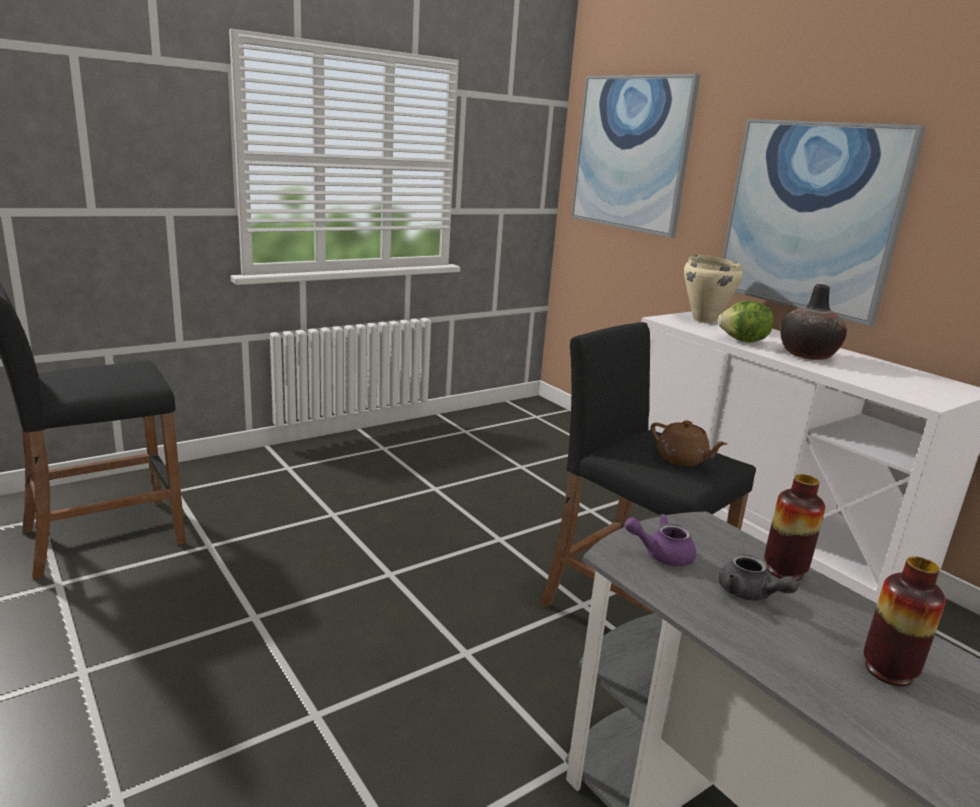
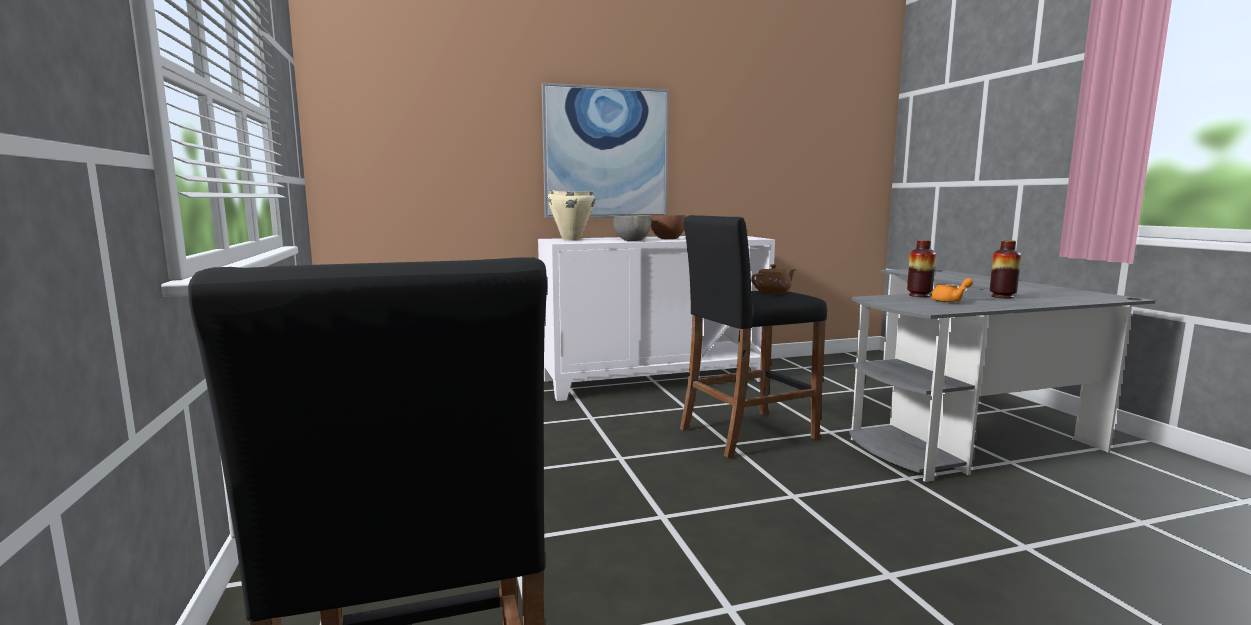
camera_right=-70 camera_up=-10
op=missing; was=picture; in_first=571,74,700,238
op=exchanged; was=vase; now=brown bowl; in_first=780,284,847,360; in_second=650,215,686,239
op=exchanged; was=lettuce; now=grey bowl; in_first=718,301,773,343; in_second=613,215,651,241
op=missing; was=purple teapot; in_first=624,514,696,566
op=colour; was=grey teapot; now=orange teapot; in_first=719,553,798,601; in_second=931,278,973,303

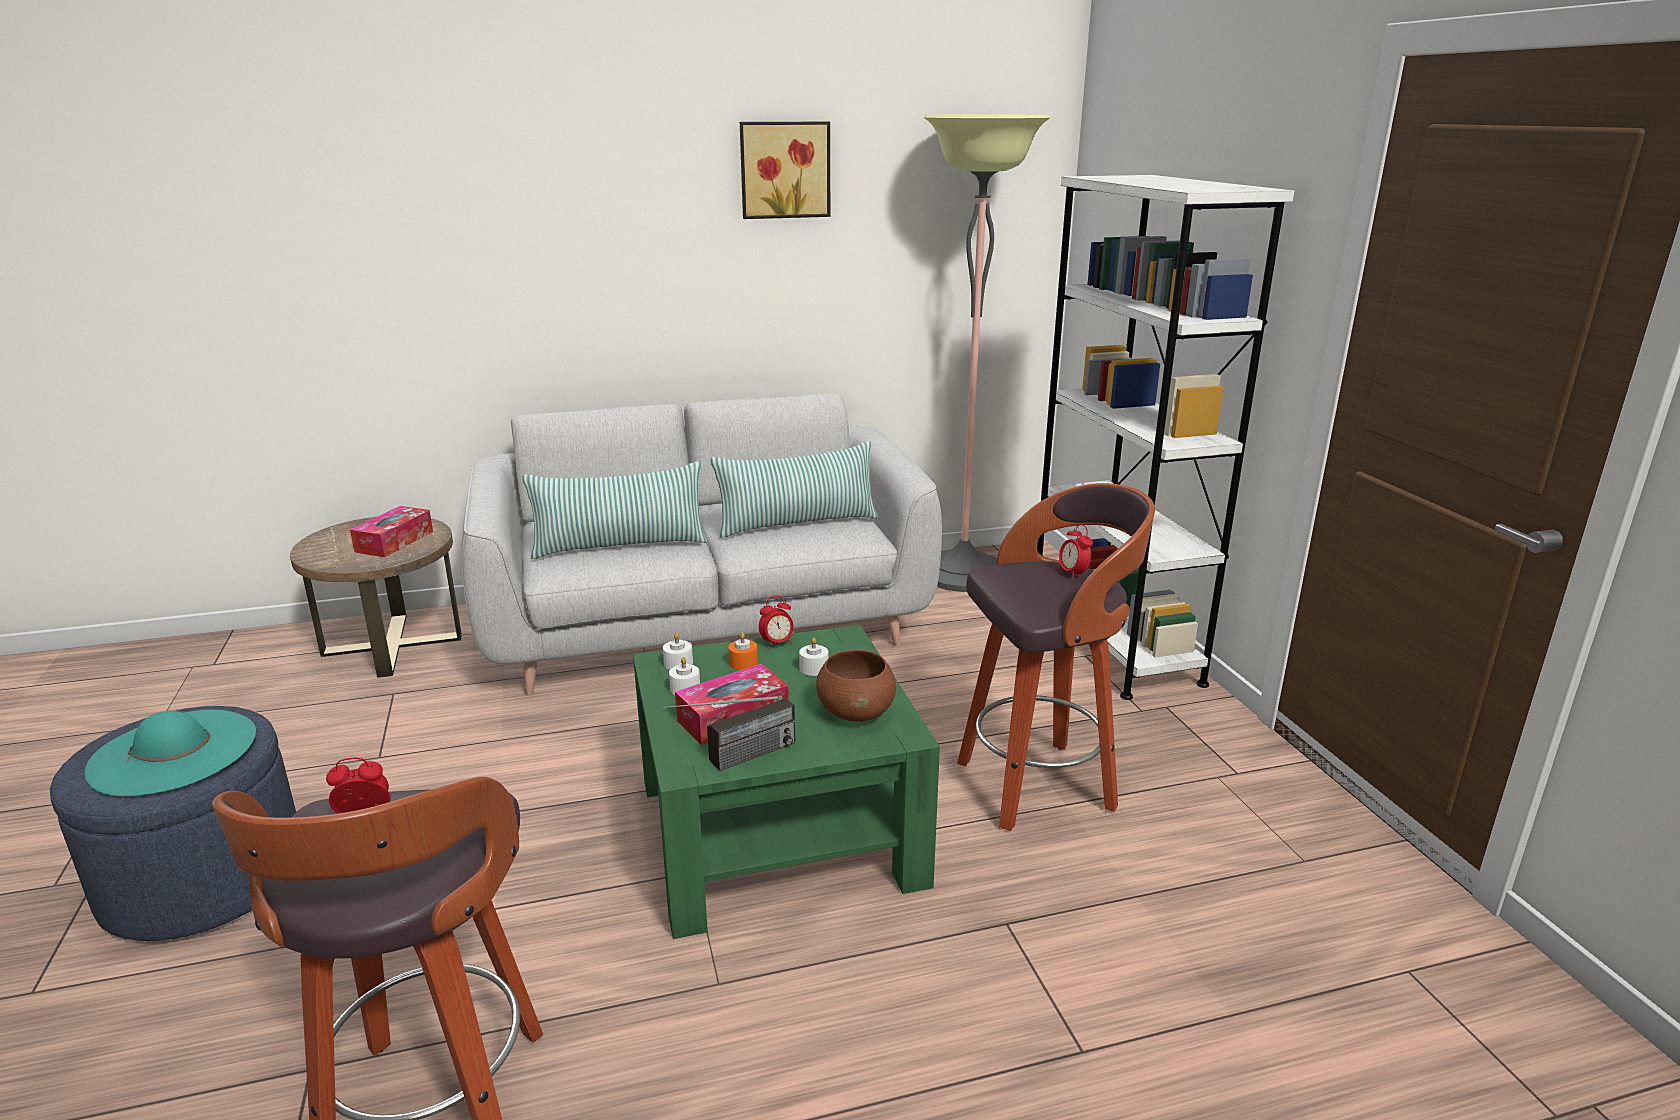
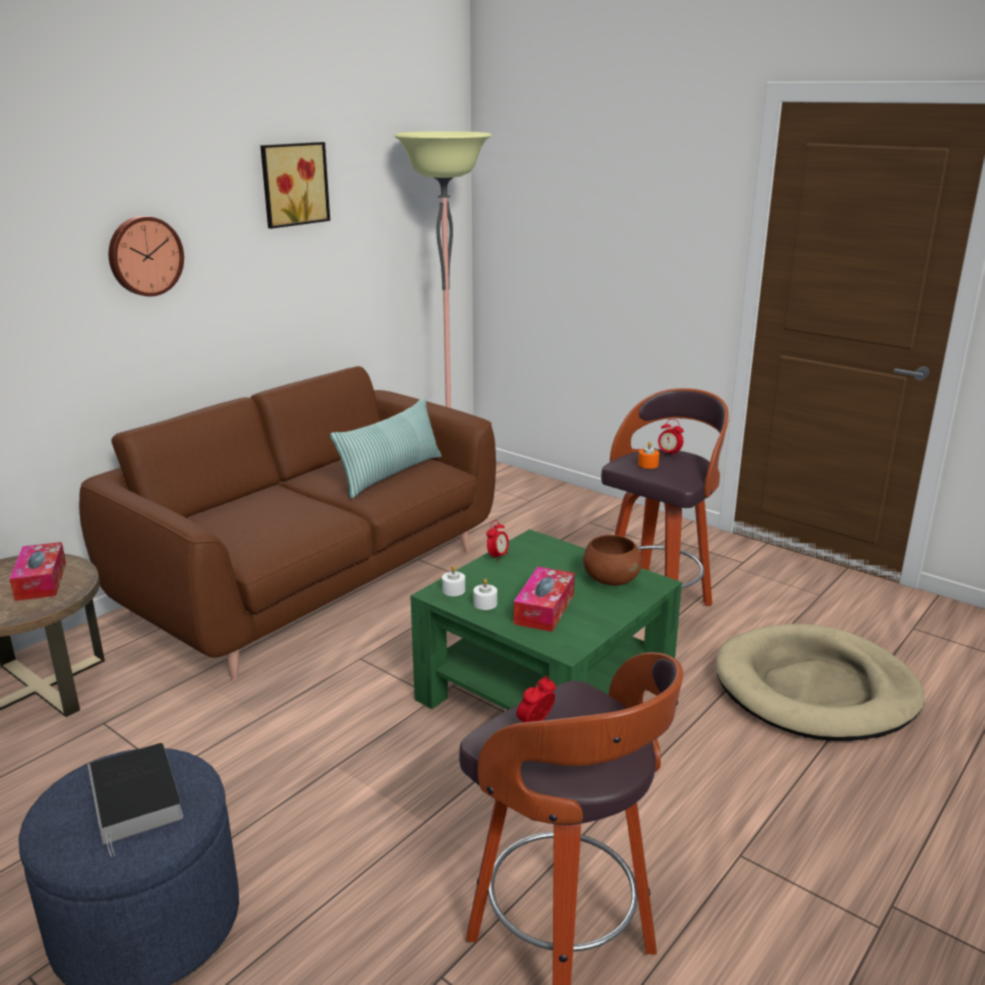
camera_right=-35 camera_up=0
op=missing; was=white bookcase; in_first=1037,175,1294,700
op=colour; was=grey sofa; now=brown sofa; in_first=461,393,942,696; in_second=79,366,496,680
op=missing; was=pillow; in_first=522,461,707,559
op=relocated; was=orange candle; in_first=728,632,758,670; in_second=638,442,659,469
op=missing; was=white candle; in_first=799,637,828,676
op=missing; was=radio; in_first=660,696,795,771
op=exchanged; was=turquoise hat; now=book; in_first=84,710,256,796; in_second=87,743,183,857
op=appeared; now=wall clock; in_second=109,216,184,297
op=appeared; now=beige dog bed; in_second=716,624,925,741

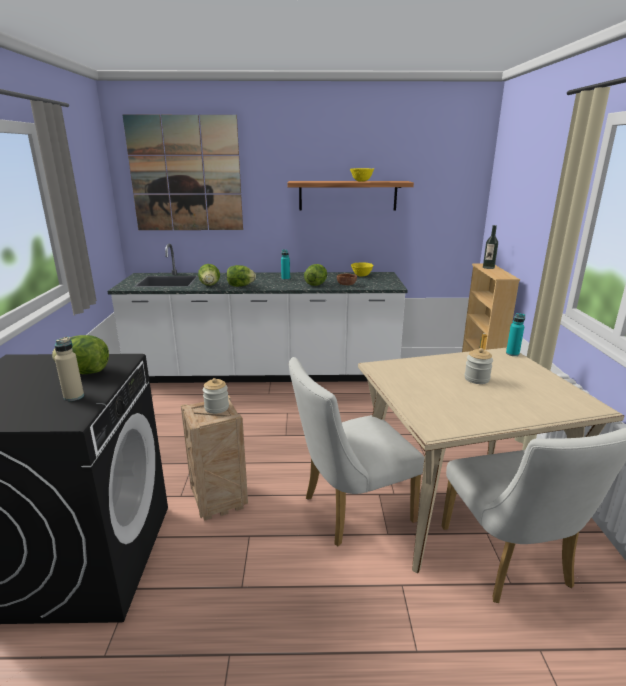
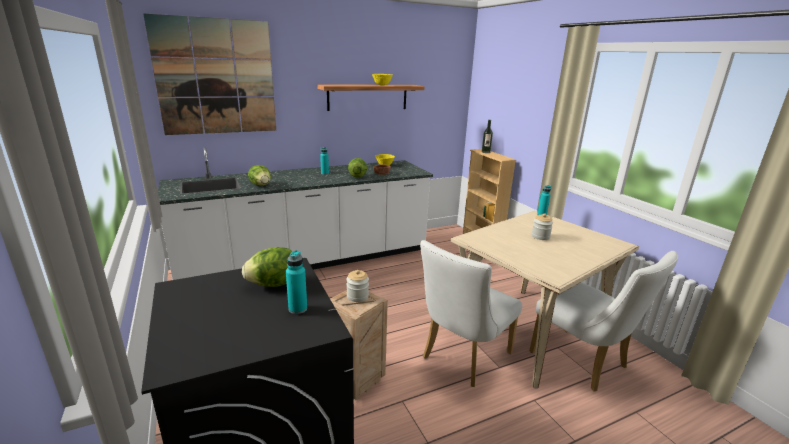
camera_right=-25 camera_up=0
op=missing; was=lettuce; in_first=227,265,256,287
op=colour; was=beige bottle; now=turquoise bottle; in_first=55,337,84,401; in_second=286,250,307,314

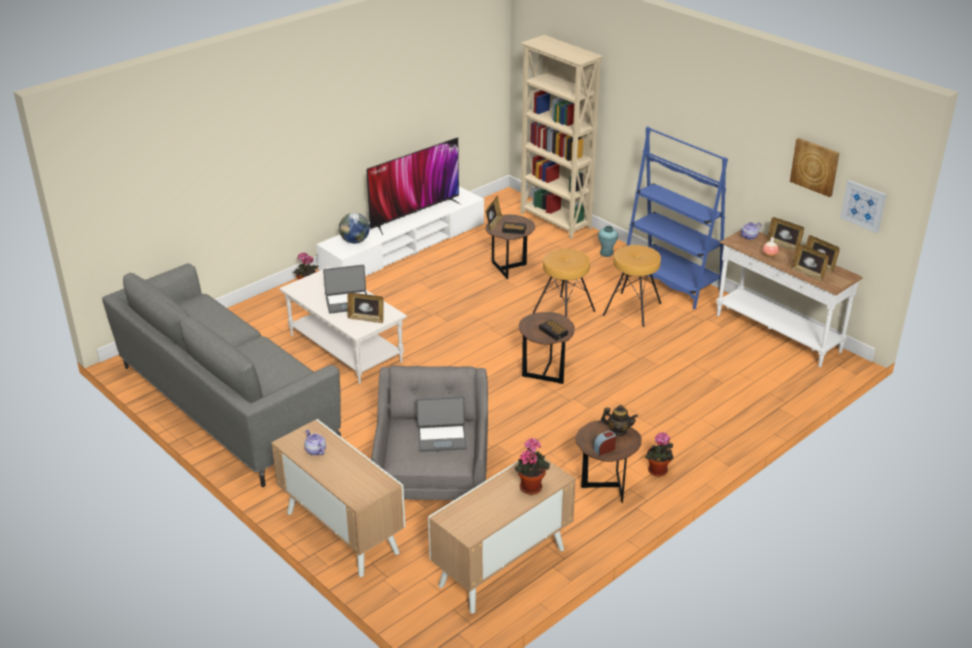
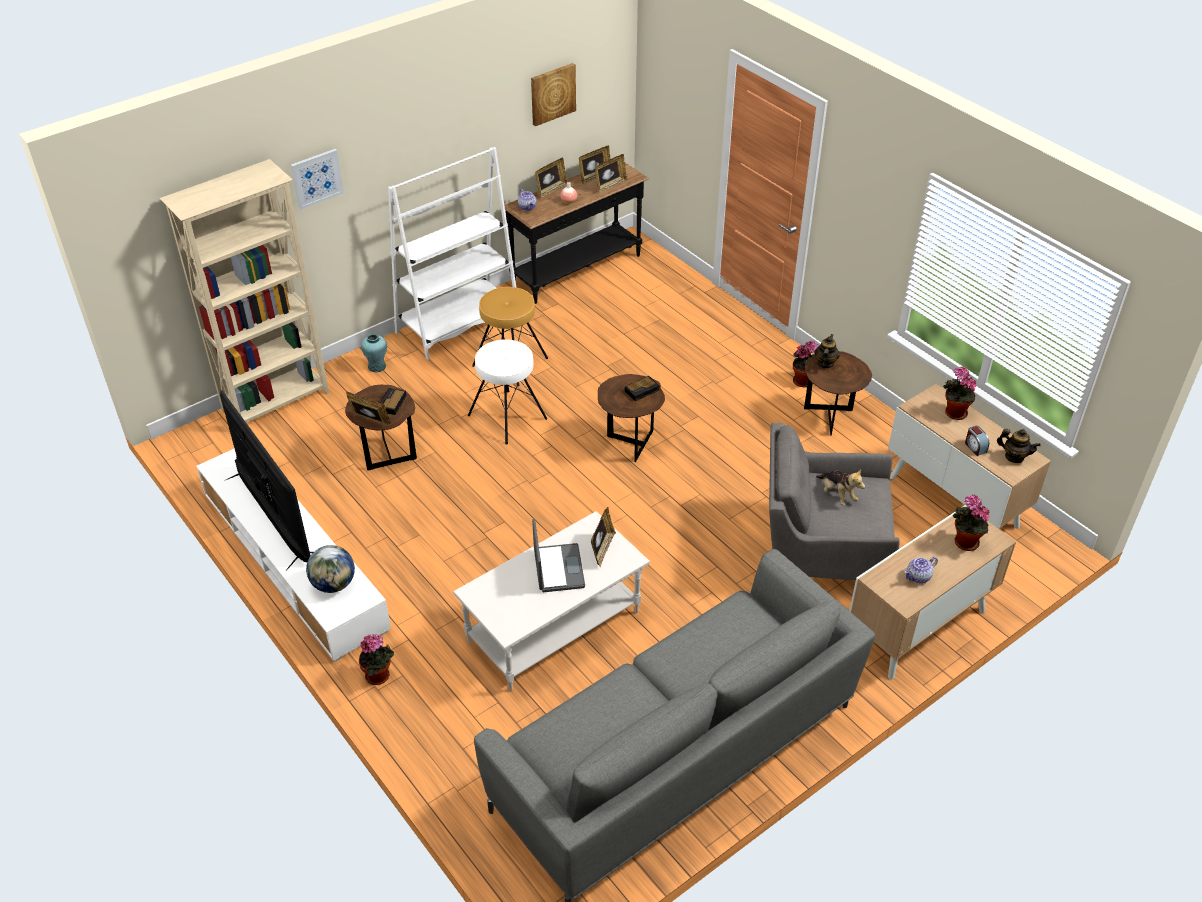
camera_right=-85 camera_up=10
op=colour; was=blue bookcase; now=white bookcase; in_first=627,126,728,309; in_second=388,147,516,360
op=relocated; was=picture; in_first=840,180,887,233; in_second=291,149,344,209
op=colour; was=white console table; now=black console table; in_first=716,230,863,367; in_second=504,163,649,304
op=colour; was=brown stool; now=white stool; in_first=532,249,596,317; in_second=468,339,547,445
op=exchanged; was=laptop; now=plush toy; in_first=416,396,467,452; in_second=816,469,865,505
op=relocated; was=alarm clock; in_first=593,431,616,456; in_second=965,426,989,456
op=appeared; now=teapot; in_second=997,429,1041,463
op=appeared; now=potted plant; in_second=953,495,990,551

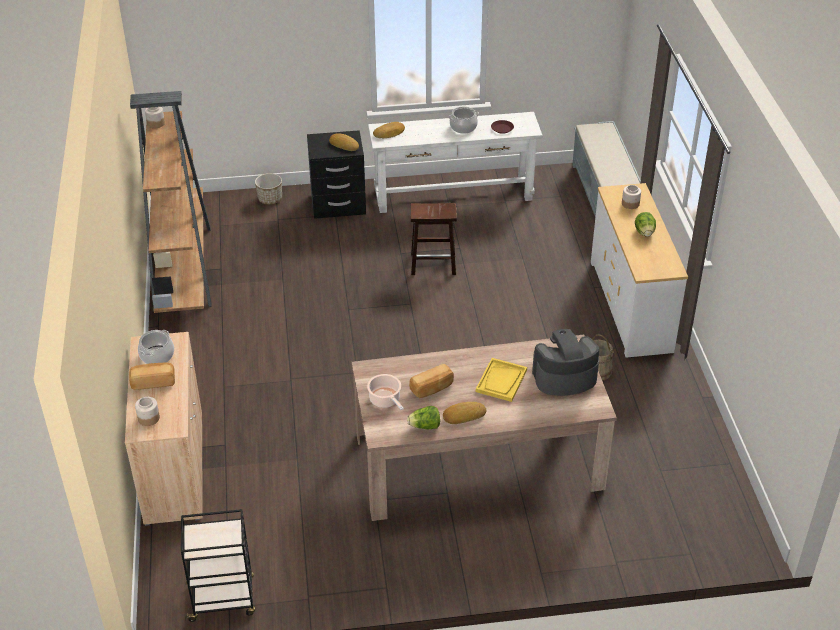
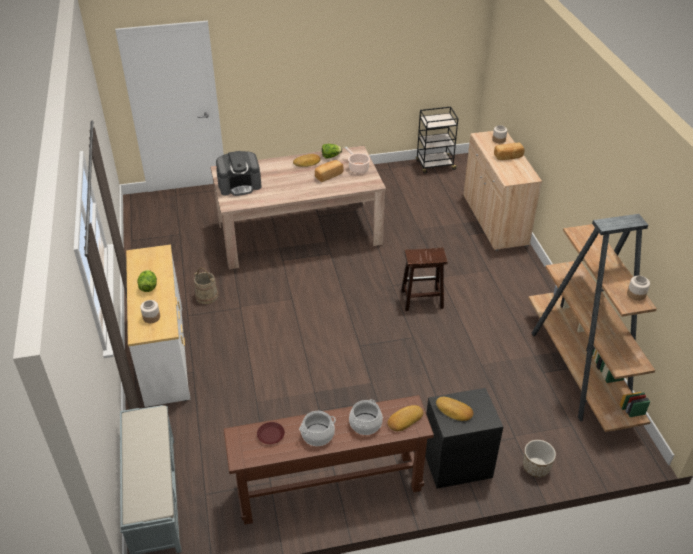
camera_right=175 camera_up=0
op=colour; was=white console table; now=brown console table; in_first=368,112,543,213; in_second=224,395,434,525
op=relocated; was=brown stool; in_first=411,203,457,275; in_second=401,247,448,311
op=relocated; was=cooking pot; in_first=138,330,174,364; in_second=349,399,383,435
op=missing; was=yellow tray; in_first=476,358,527,402

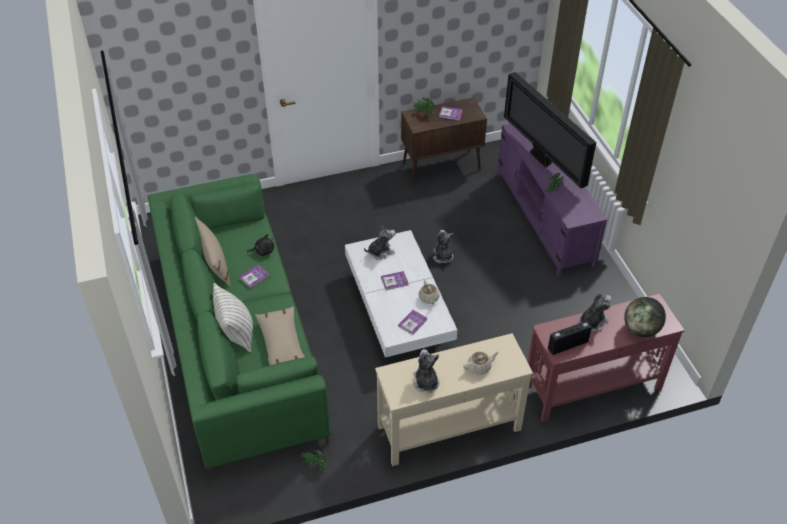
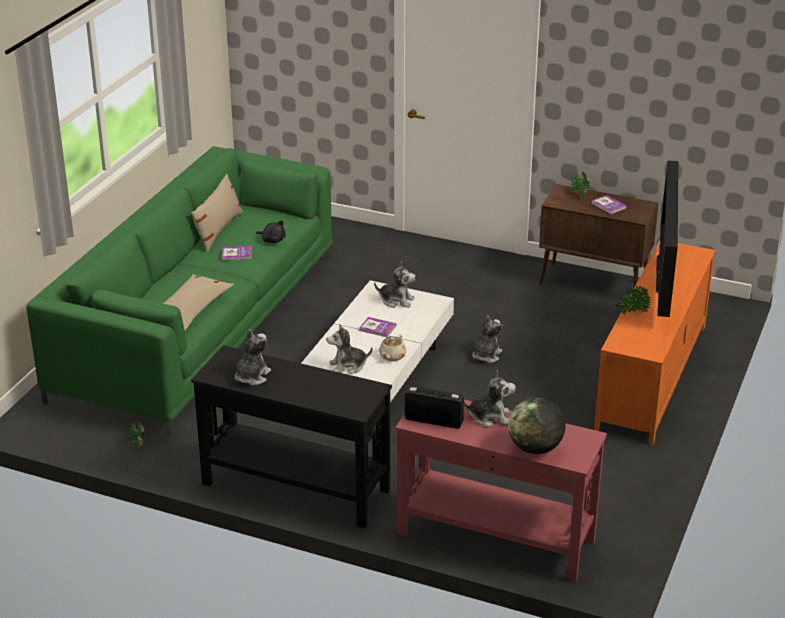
camera_right=40 camera_up=-15
op=colour; was=purple tv stand; now=orange tv stand; in_first=497,124,607,277; in_second=594,241,715,446
op=missing; was=pillow; in_first=213,283,253,352
op=exchanged; was=book; now=plush toy; in_first=398,310,427,335; in_second=326,324,373,374
op=colour; was=beige console table; now=black console table; in_first=375,333,533,466; in_second=191,345,392,528
op=missing; was=beige teapot; in_first=463,351,499,375

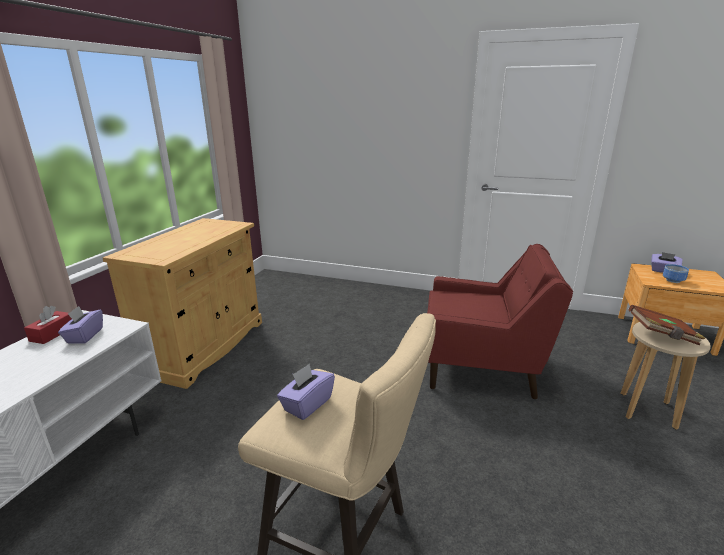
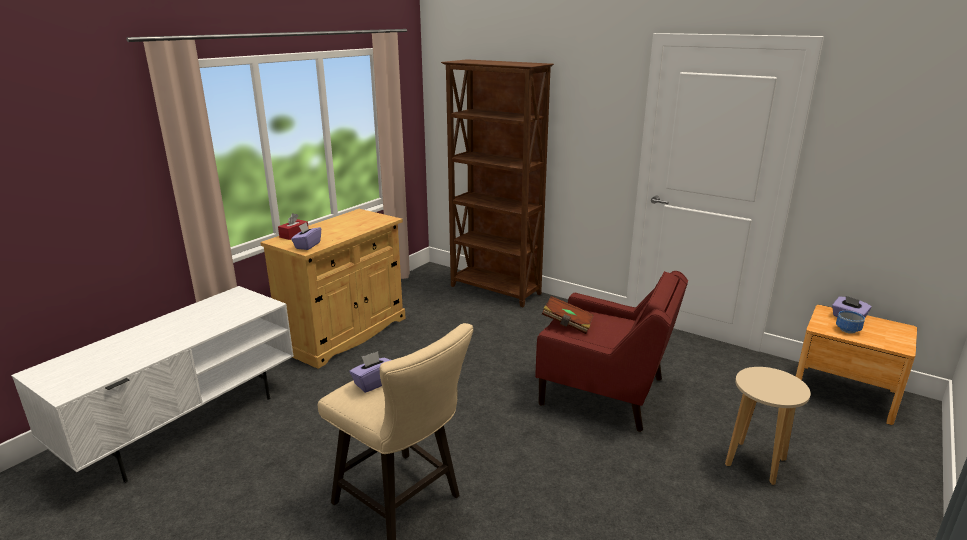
camera_right=15 camera_up=0
op=relocated; was=brown book; in_first=628,305,705,345; in_second=542,296,594,334
op=relocated; was=red tissue box; in_first=24,306,72,344; in_second=278,213,309,240
op=relocated; was=purple tissue box; in_first=58,306,103,344; in_second=291,223,321,250
op=appeared; now=brown bookcase; in_second=441,59,554,307

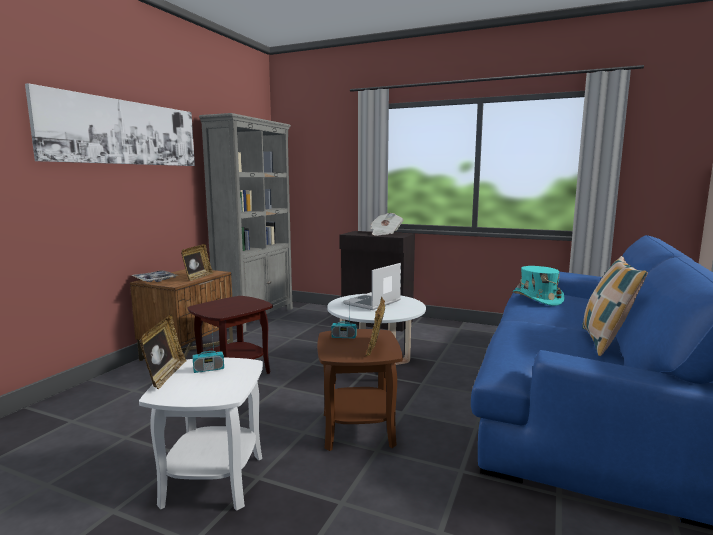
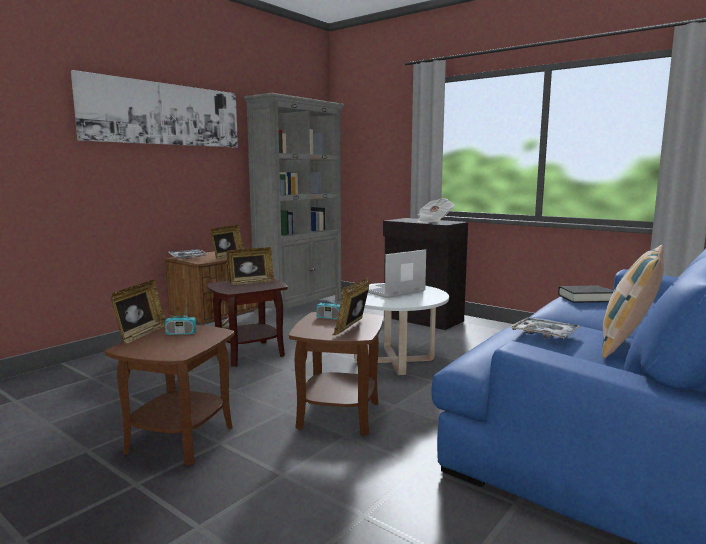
camera_right=15 camera_up=0
op=exchanged; was=turquoise hat; now=black book; in_first=513,266,565,306; in_second=558,286,613,303
op=colour; was=white side table; now=brown side table; in_first=139,358,263,511; in_second=105,325,234,466
op=appeared; now=picture frame; in_second=227,247,274,285
op=appeared; now=tray; in_second=510,317,581,339

